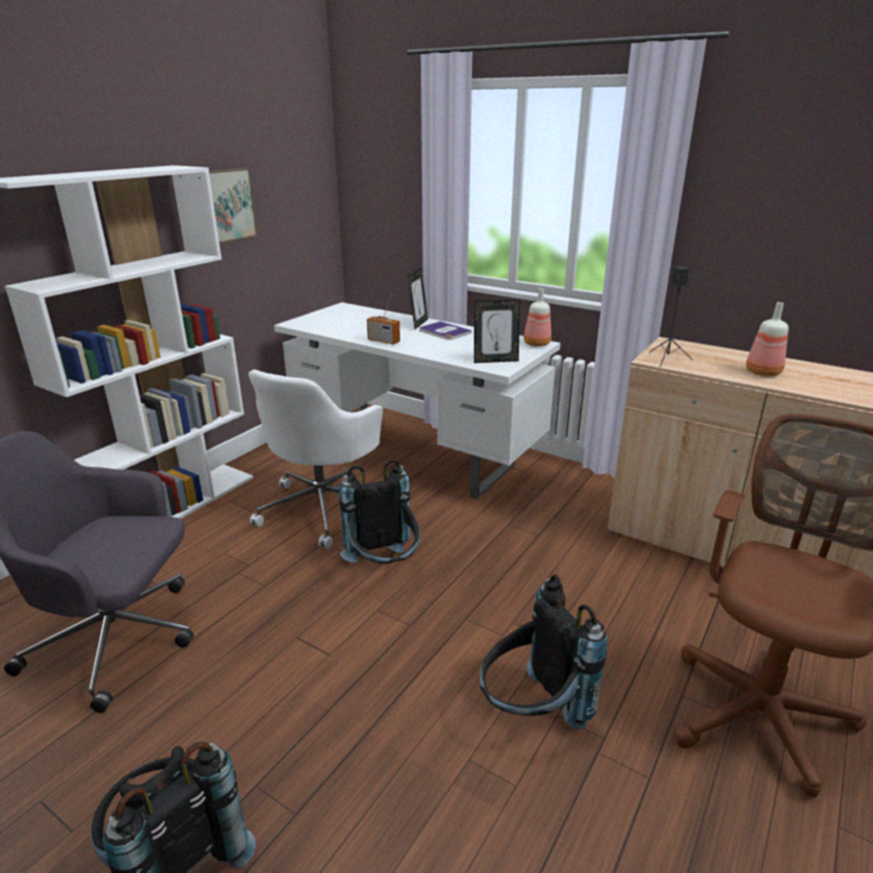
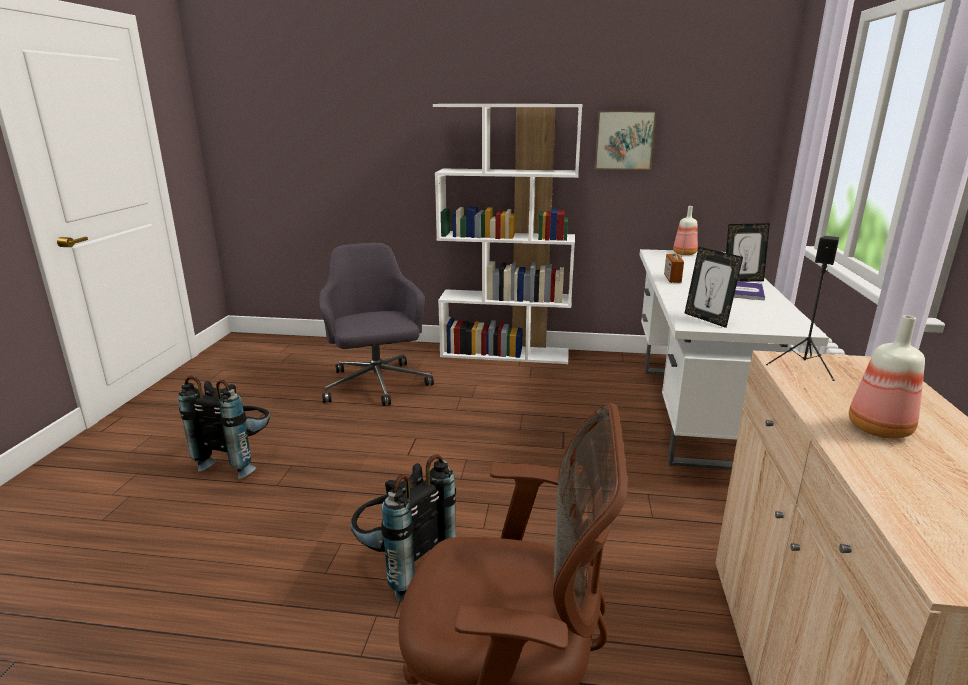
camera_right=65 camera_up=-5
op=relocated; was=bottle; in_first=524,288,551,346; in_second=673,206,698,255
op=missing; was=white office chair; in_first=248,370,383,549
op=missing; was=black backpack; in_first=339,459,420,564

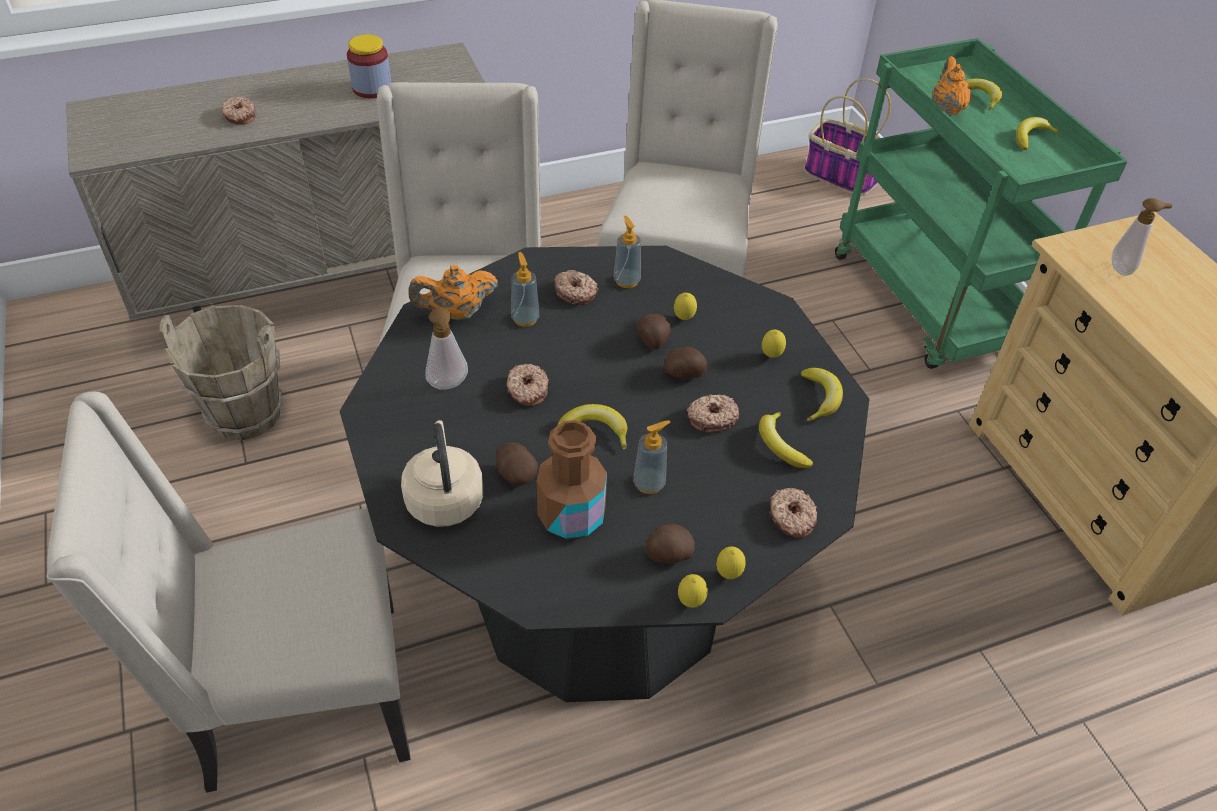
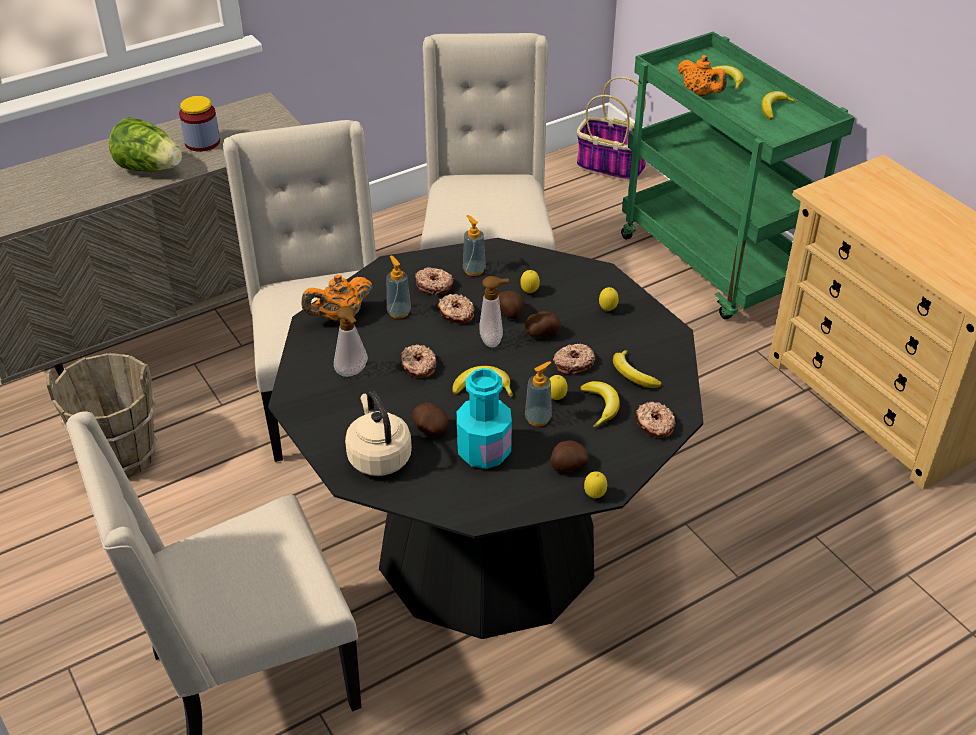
camera_right=-10 camera_up=-5
op=spun; was=orange teapot; in_first=932,56,972,115; in_second=677,55,727,96; clockwise=150
op=relocated; was=donut; in_first=222,96,256,125; in_second=438,294,474,324
op=relocated; was=soap dispenser; in_first=1112,198,1172,276; in_second=479,276,509,348
op=relocated; was=banana; in_first=801,368,843,421; in_second=581,381,620,428
op=colour; was=brown bottle; now=turquoise bottle; in_first=536,420,607,539; in_second=457,368,512,469
op=relocated; was=lemon; in_first=716,546,746,579; in_second=549,375,568,400
op=appeared; now=lettuce; in_second=109,117,182,172

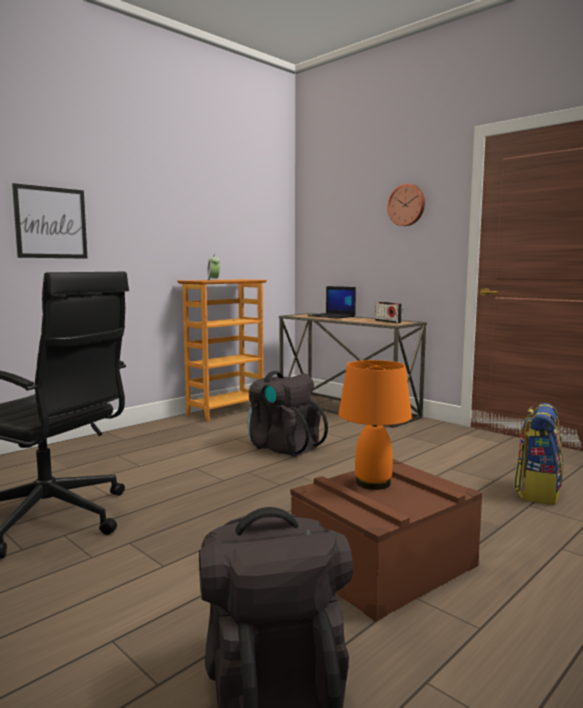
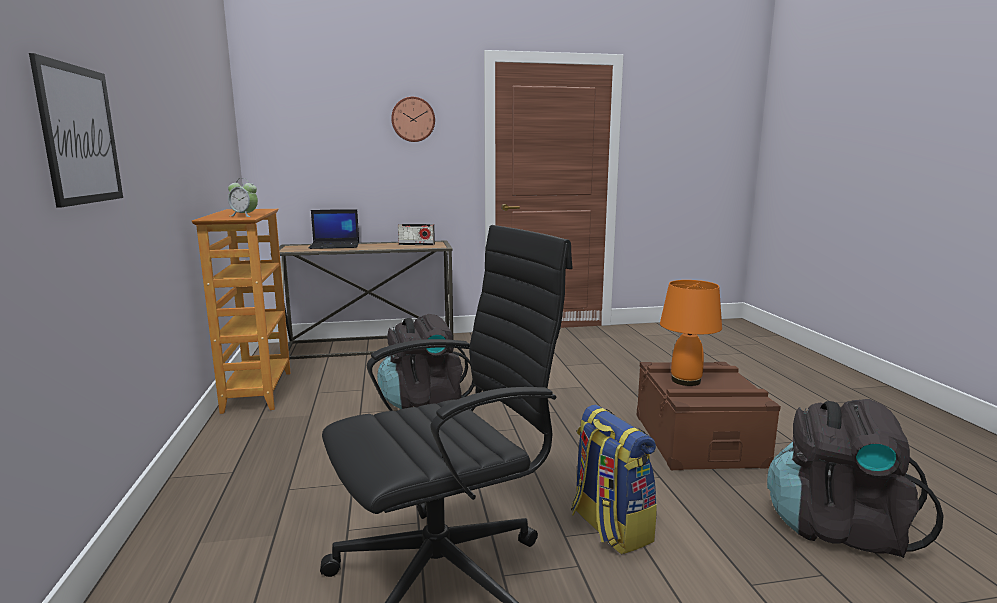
camera_right=-55 camera_up=5
op=relocated; was=backpack; in_first=513,403,563,505; in_second=571,405,657,554

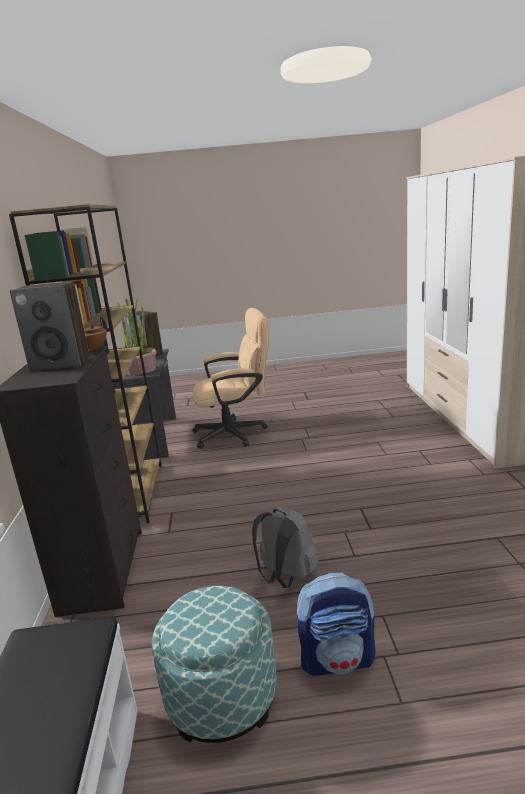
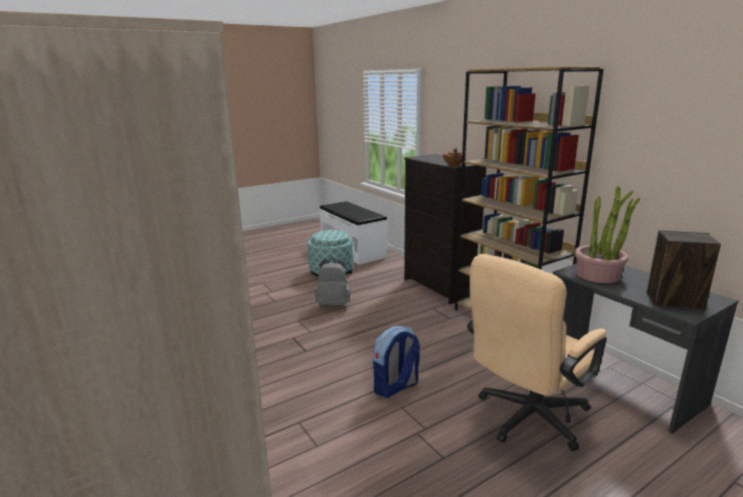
camera_right=150 camera_up=0
op=missing; was=speaker; in_first=10,281,89,371
op=relocated; was=backpack; in_first=297,572,376,676; in_second=373,326,420,398

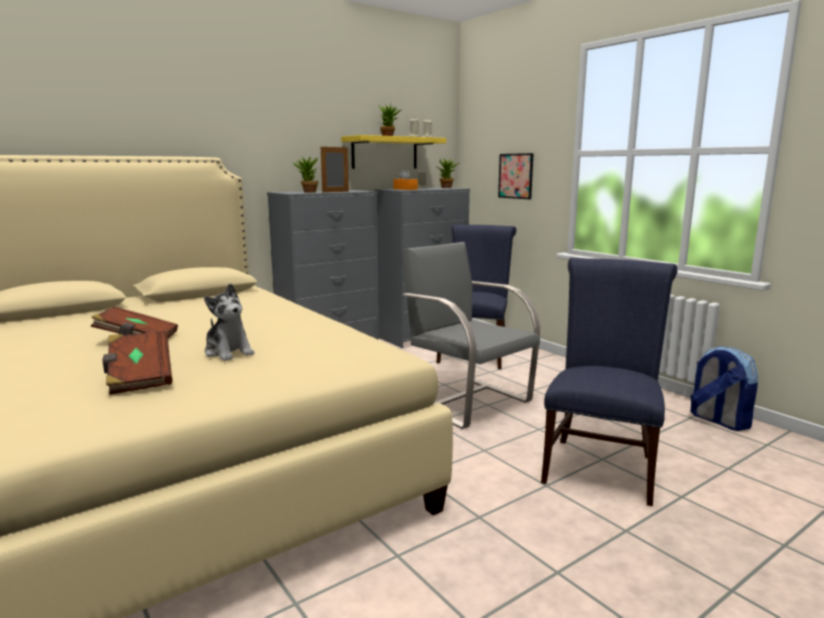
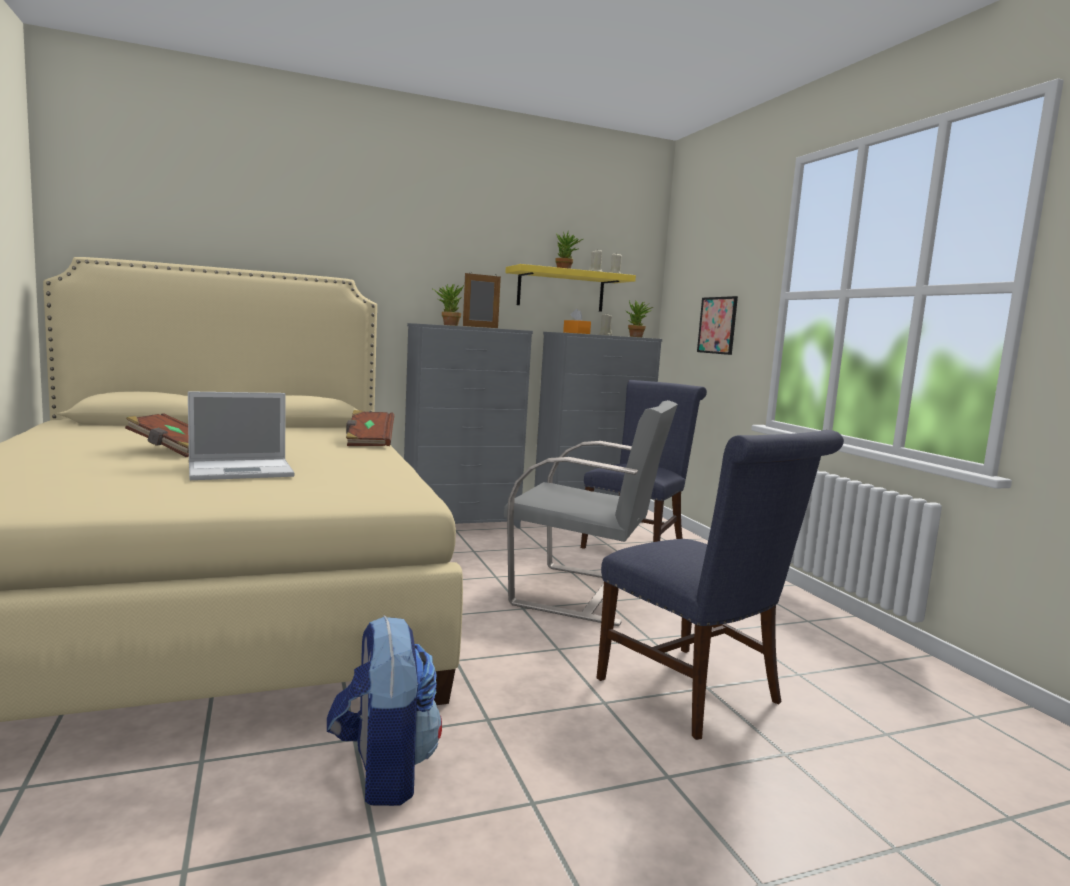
camera_right=15 camera_up=-5
op=spun; was=grey armchair; in_first=402,242,540,429; in_second=504,400,678,626; clockwise=135
op=spun; was=blue chair; in_first=541,258,677,506; in_second=597,430,844,740; clockwise=105
op=exchanged; was=plush toy; now=laptop; in_first=204,283,254,361; in_second=188,391,295,480
op=relocated; was=brown book; in_first=103,331,172,395; in_second=346,410,394,446
op=relocated; was=backpack; in_first=690,346,758,431; in_second=327,616,442,806

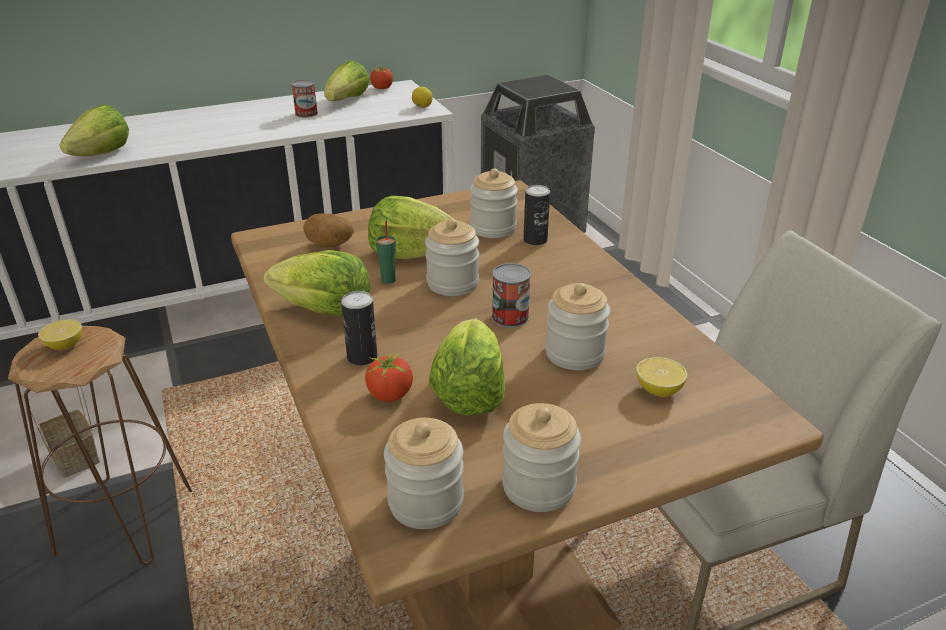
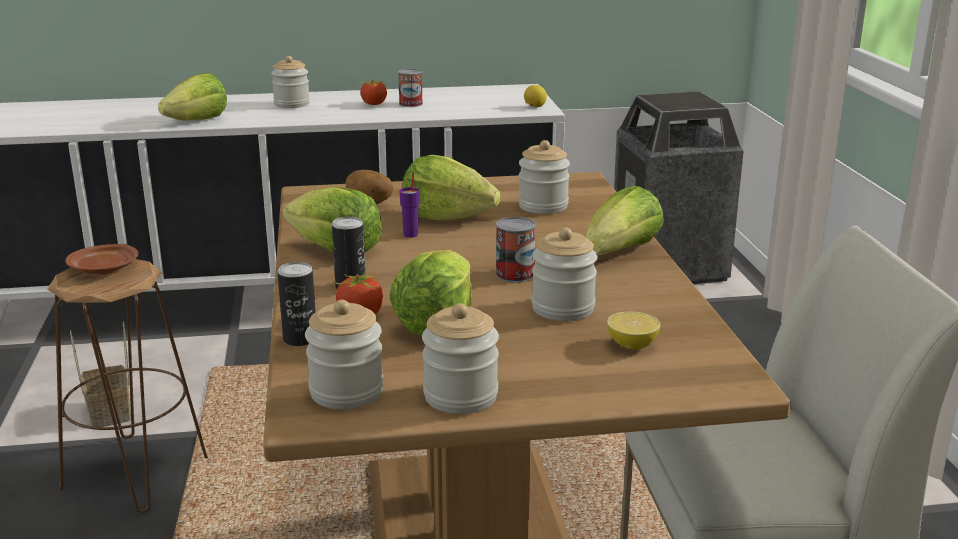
camera_right=15 camera_up=-10
op=relocated; was=lettuce; in_first=324,60,370,101; in_second=585,186,664,255
op=relocated; was=tomato; in_first=368,66,393,89; in_second=358,79,387,105
op=relocated; was=can; in_first=524,185,550,246; in_second=278,262,316,346
op=relocated; was=jar; in_first=425,219,479,296; in_second=271,56,310,108
op=colour; was=green cup; now=purple cup; in_first=376,221,396,284; in_second=399,172,420,238
op=exchanged; was=lemon; now=brown plate; in_first=38,319,82,350; in_second=65,244,138,275

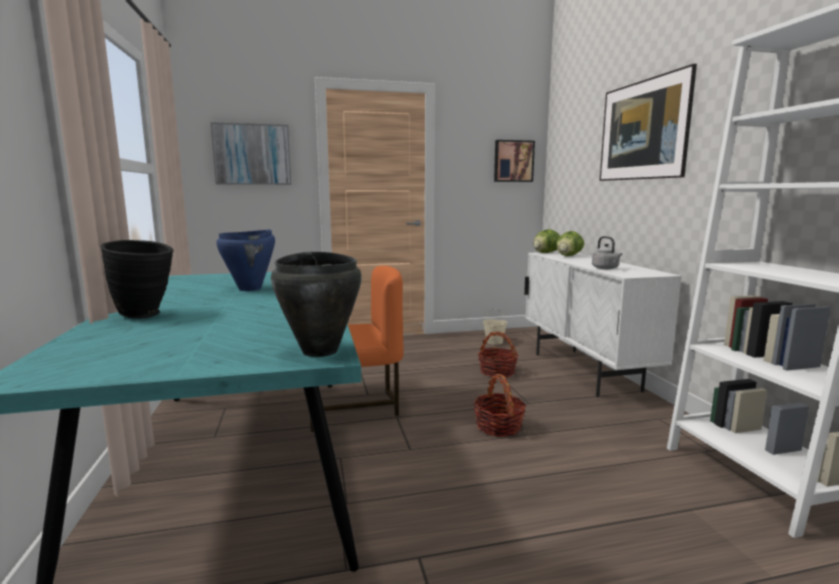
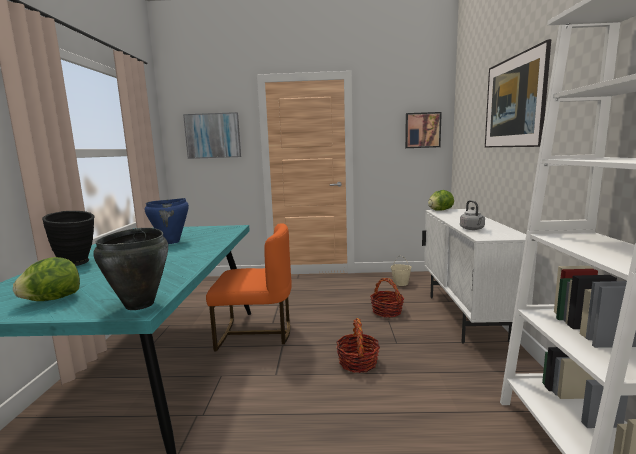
camera_right=15 camera_up=0
op=relocated; was=lettuce; in_first=556,231,584,256; in_second=13,257,80,301

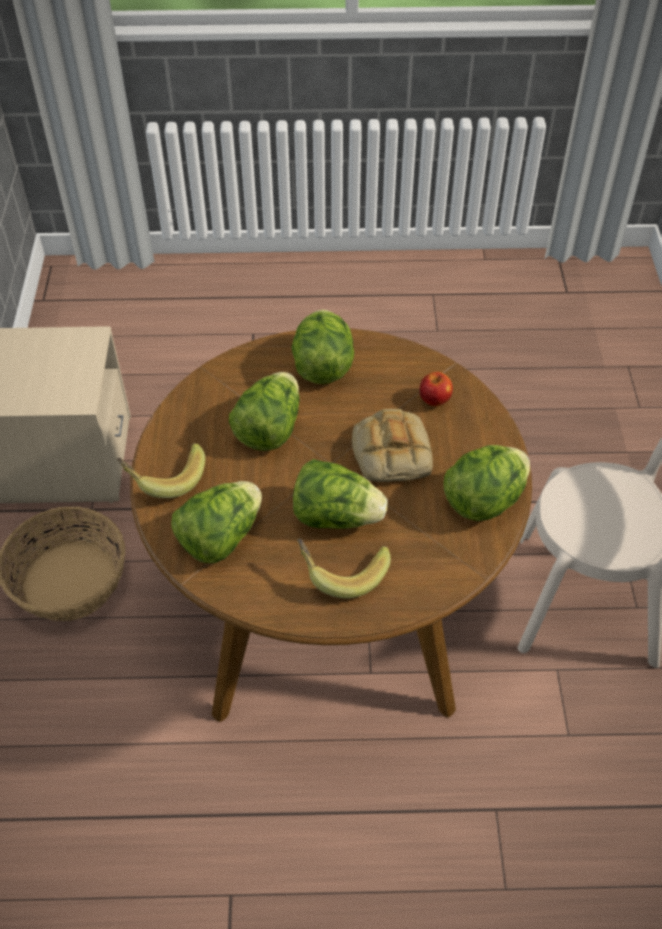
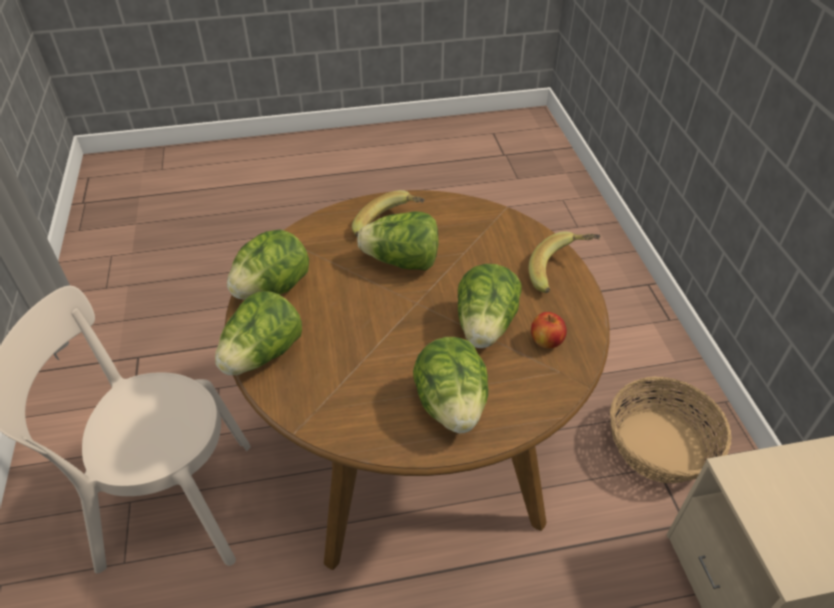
camera_right=170 camera_up=-5
op=relocated; was=apple; in_first=419,372,453,406; in_second=531,312,567,349
op=missing; was=bread; in_first=352,409,433,482
op=relocated; was=lettuce; in_first=171,481,262,563; in_second=215,291,302,375

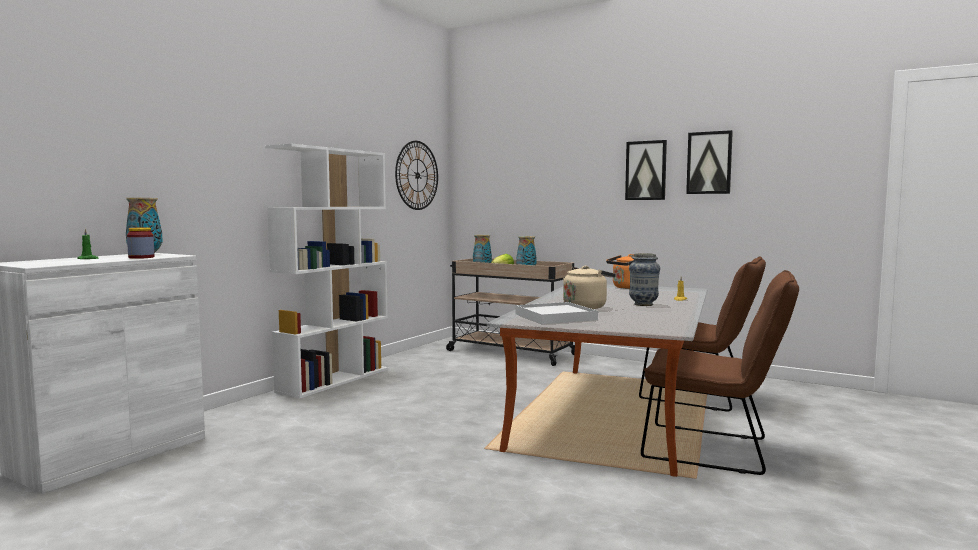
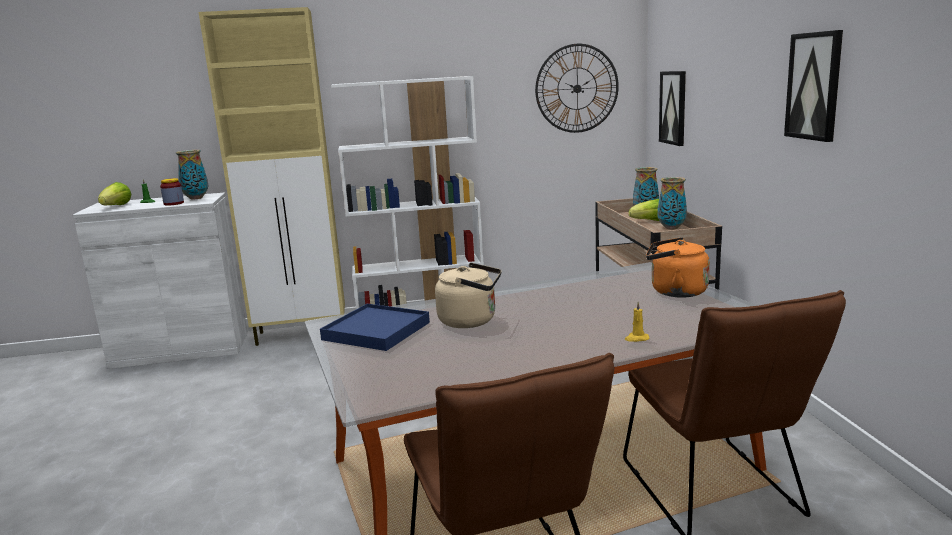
camera_right=50 camera_up=10
op=relocated; was=picture; in_first=686,130,733,194; in_second=659,71,686,146
op=missing; was=vase; in_first=629,253,660,306
op=colour; was=white tray; now=blue tray; in_first=515,302,598,324; in_second=320,304,430,351
op=appeared; now=beige cabinet; in_second=198,7,345,346
op=appeared; now=lettuce; in_second=98,182,131,205

